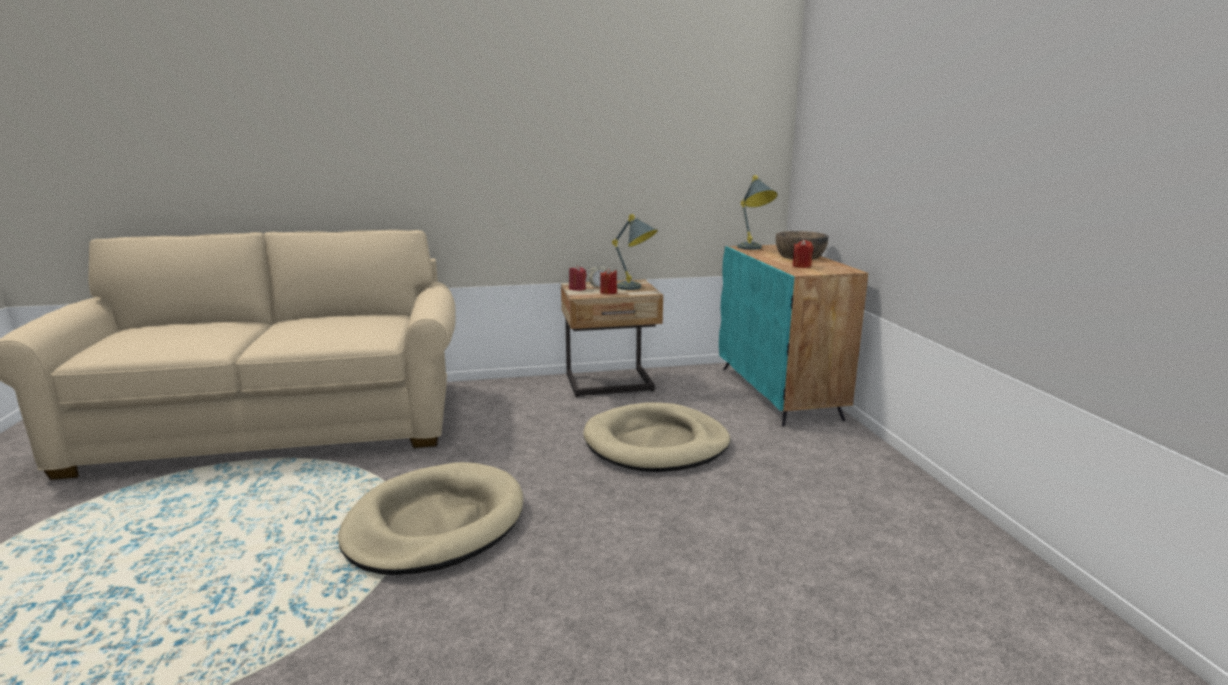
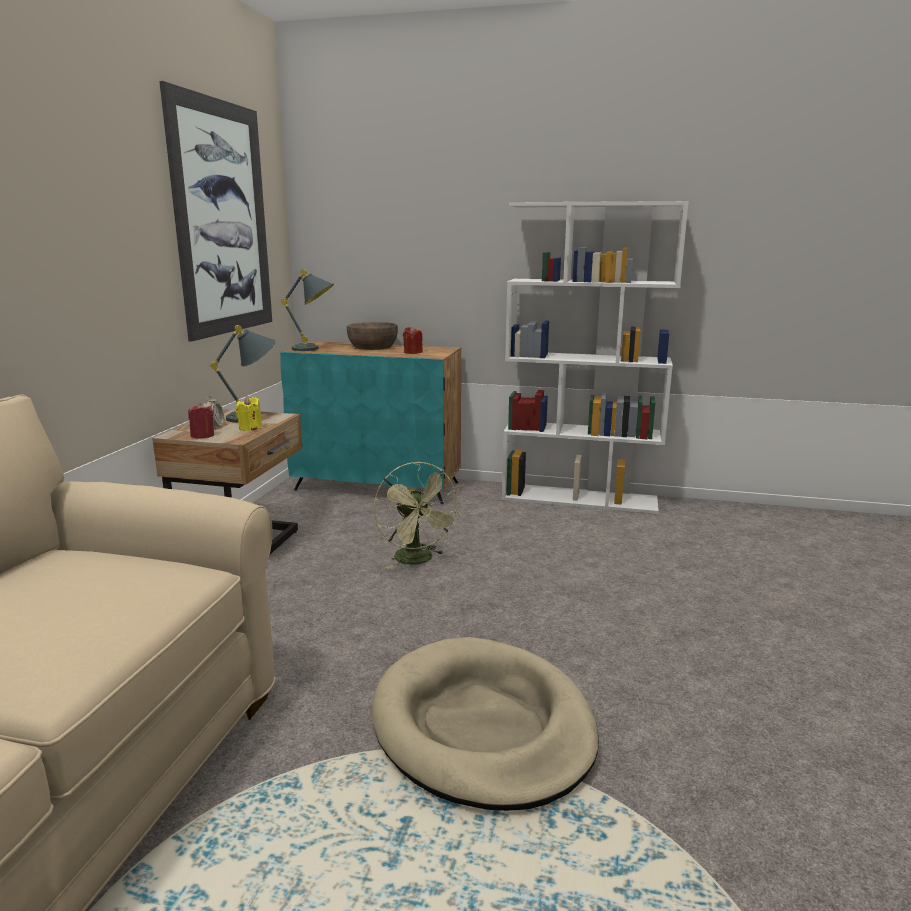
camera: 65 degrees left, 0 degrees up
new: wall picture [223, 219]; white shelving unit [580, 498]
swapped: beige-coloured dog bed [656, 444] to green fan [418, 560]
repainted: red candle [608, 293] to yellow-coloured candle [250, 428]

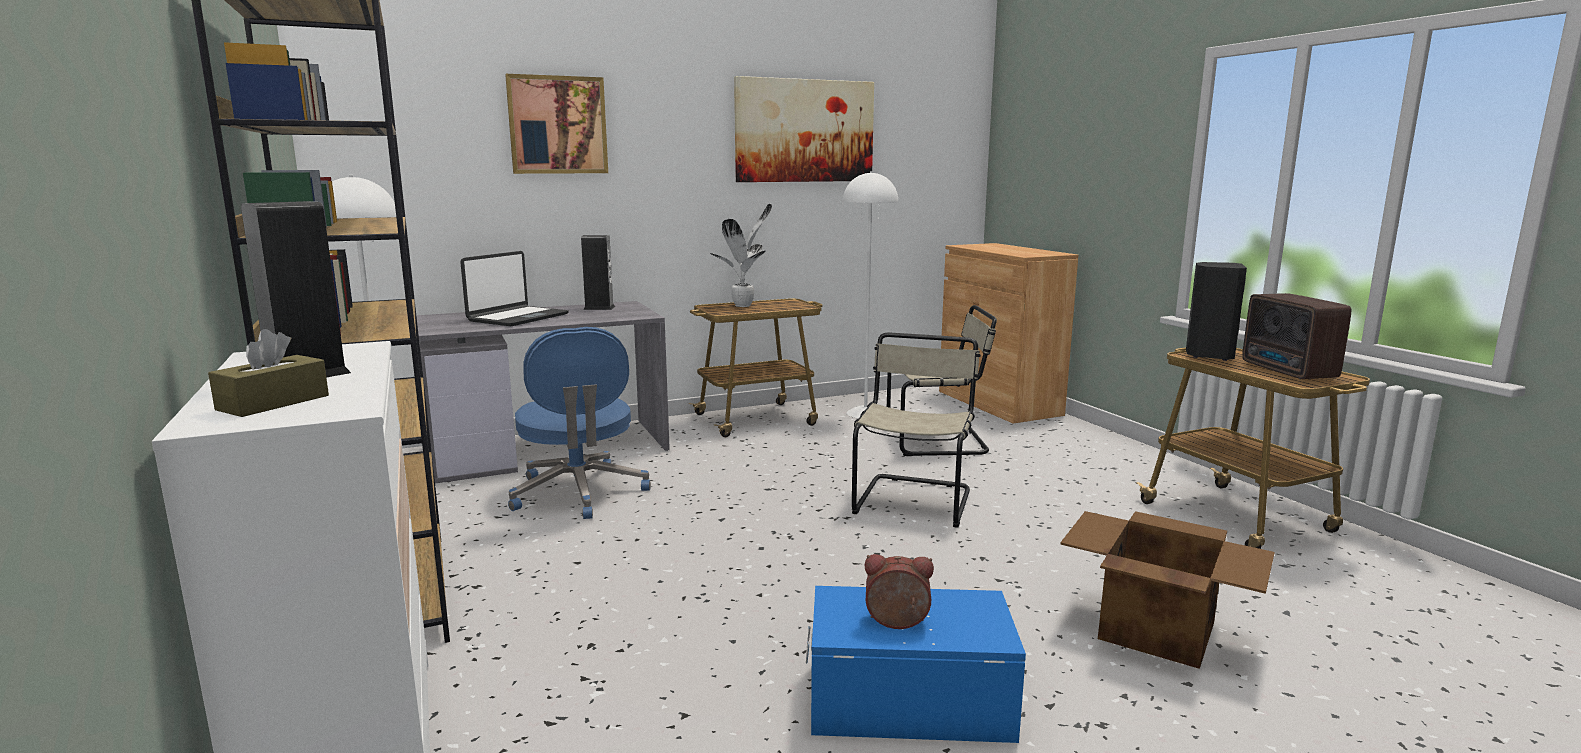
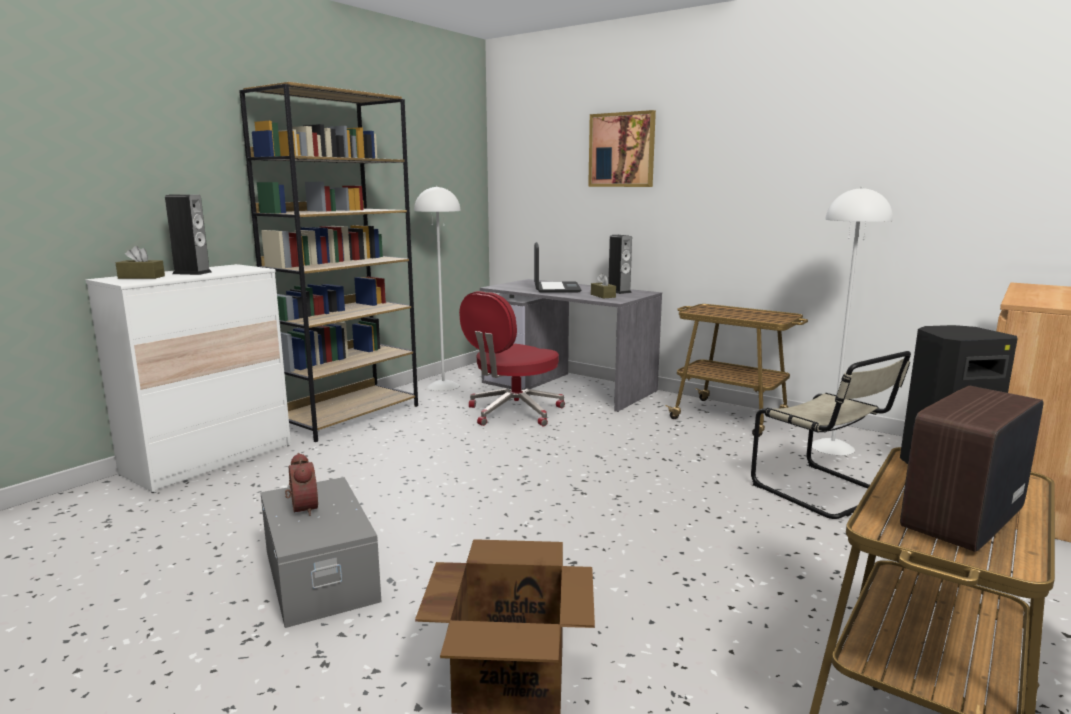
camera: 60 degrees right, 0 degrees up
gone: wall picture [804, 131]; potted plant [745, 305]; beige-coloured upright chair [914, 500]
new: brownish tissue box [603, 296]
repainted: bluish office chair [579, 493] to red office chair [513, 412]; bluish storage box [908, 699] to greyish storage box [322, 574]
rotated: laptop [517, 318] = [556, 288] 90 degrees counterclockwise

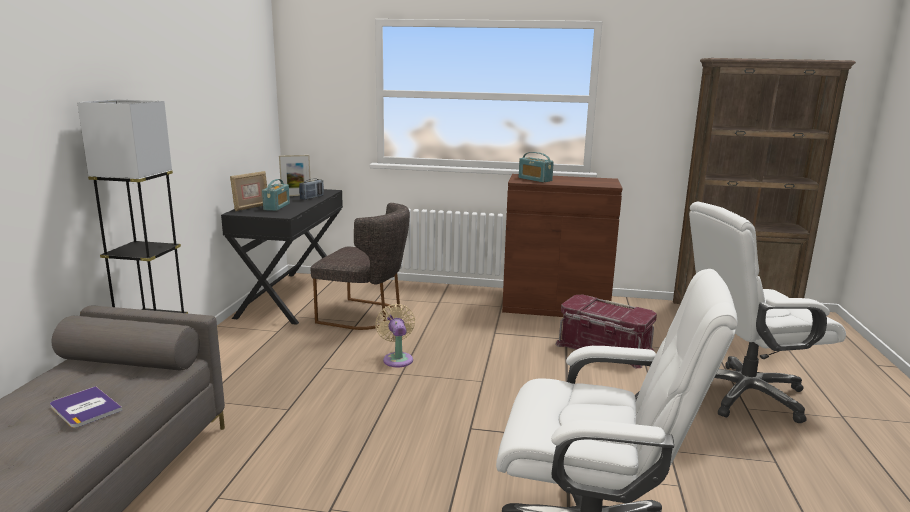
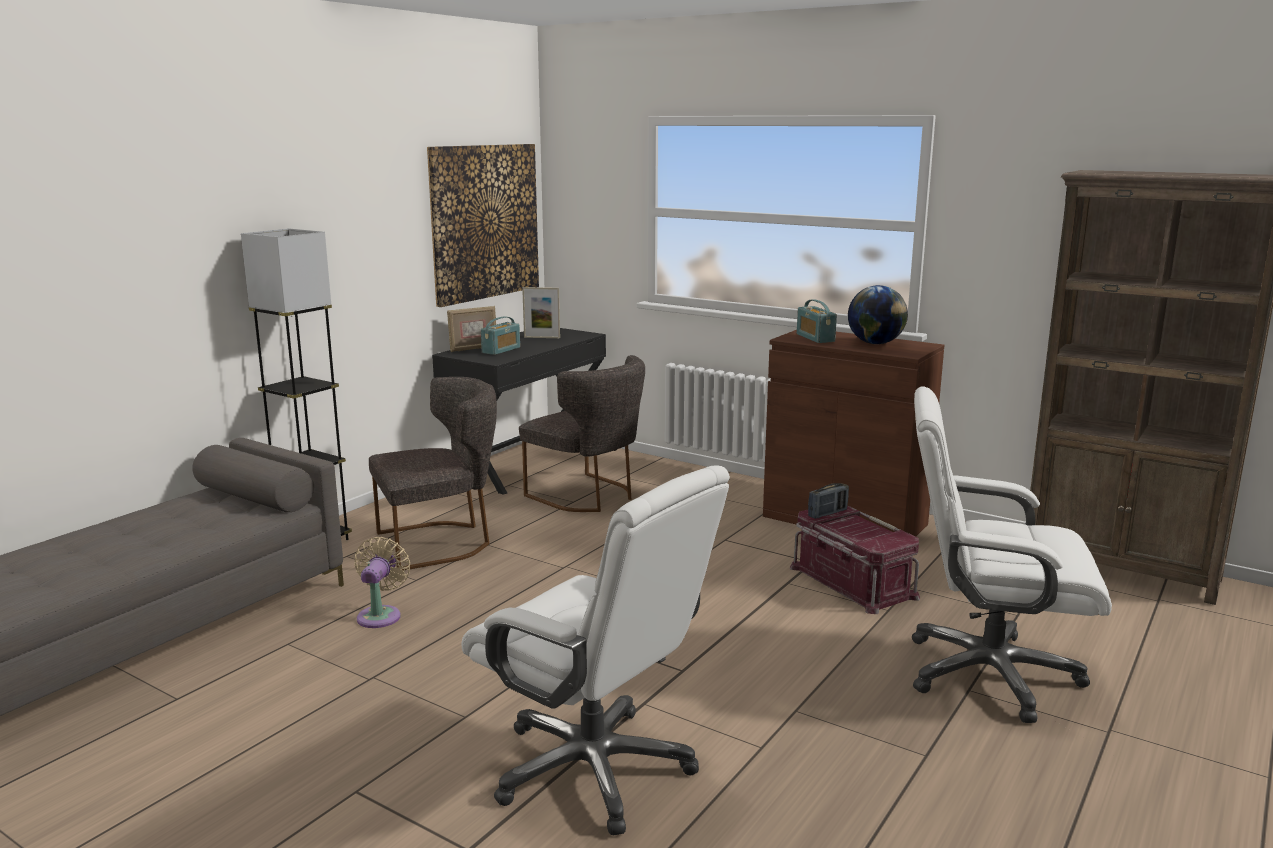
camera: 25 degrees right, 0 degrees up
gone: bound book [85, 408]
new: wall picture [485, 222]; desk globe [875, 343]; greyish upright chair [440, 542]
shifted: radio set [312, 197] to [827, 513]; beige-coloured fan [397, 358] to [381, 615]

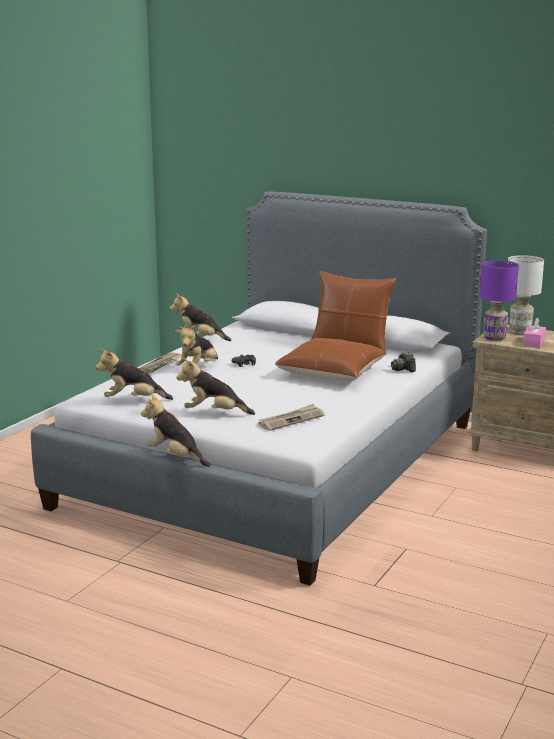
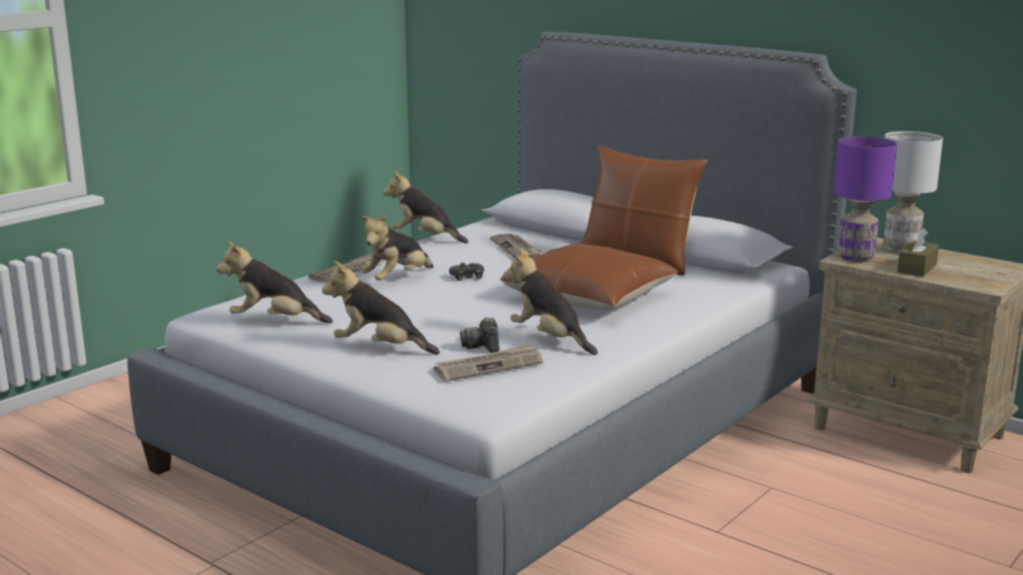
camera: 10 degrees right, 0 degrees up
new: daily paper [517, 249]
shifted: photo camera [403, 369] to [482, 346]; cuddly toy [175, 457] to [549, 339]
repainted: pink-coloured tissue box [534, 343] to brownish tissue box [917, 268]

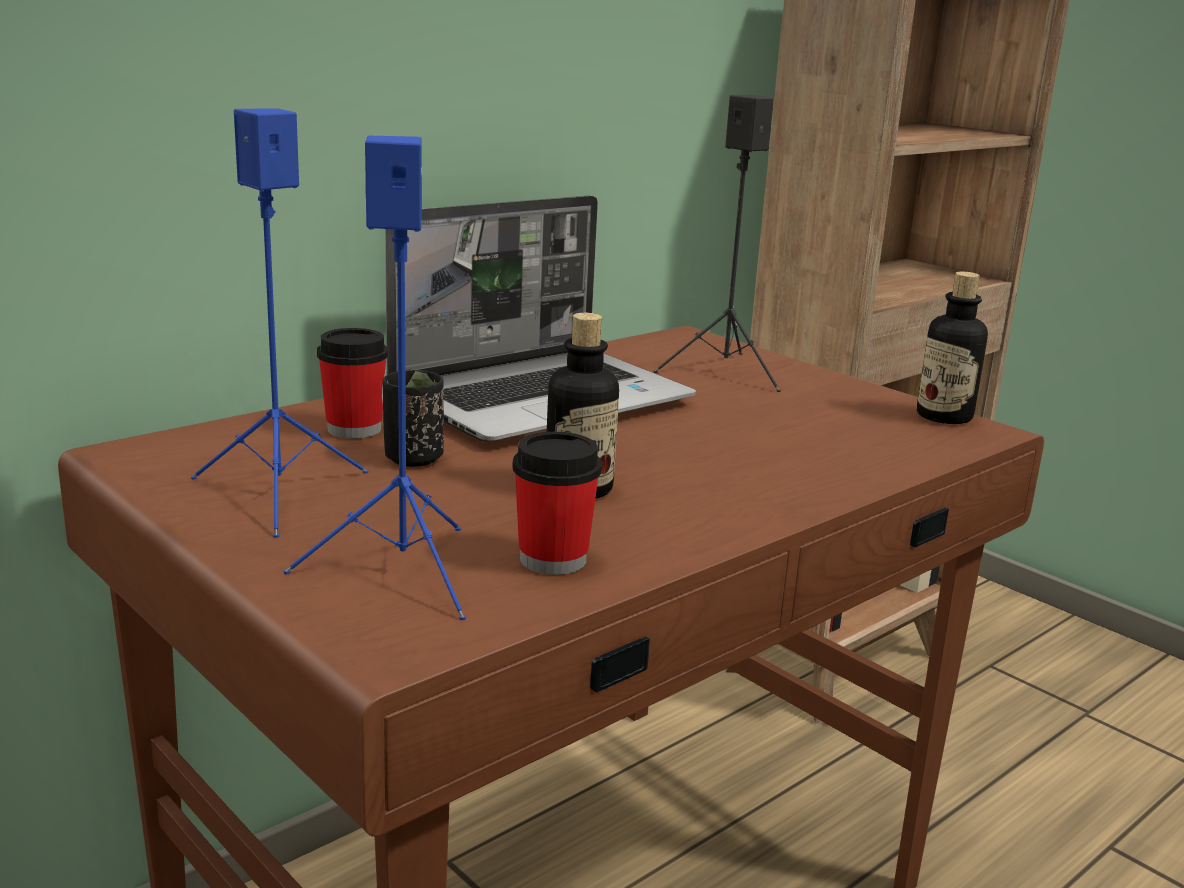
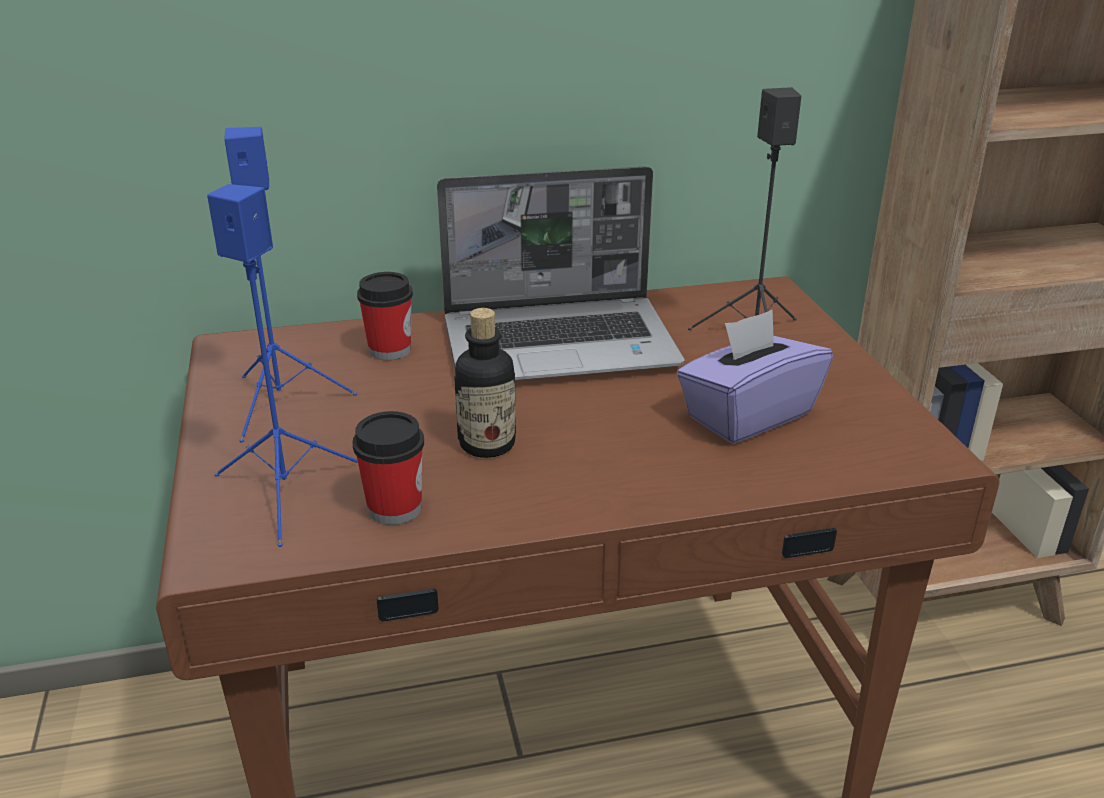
camera: 30 degrees right, 10 degrees up
gone: bottle [944, 416]; blackish cup [413, 458]
new: purplish tissue box [747, 415]

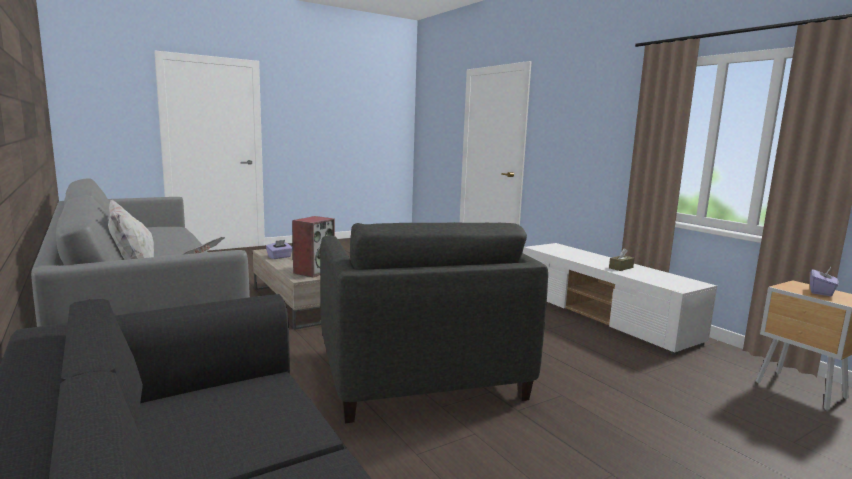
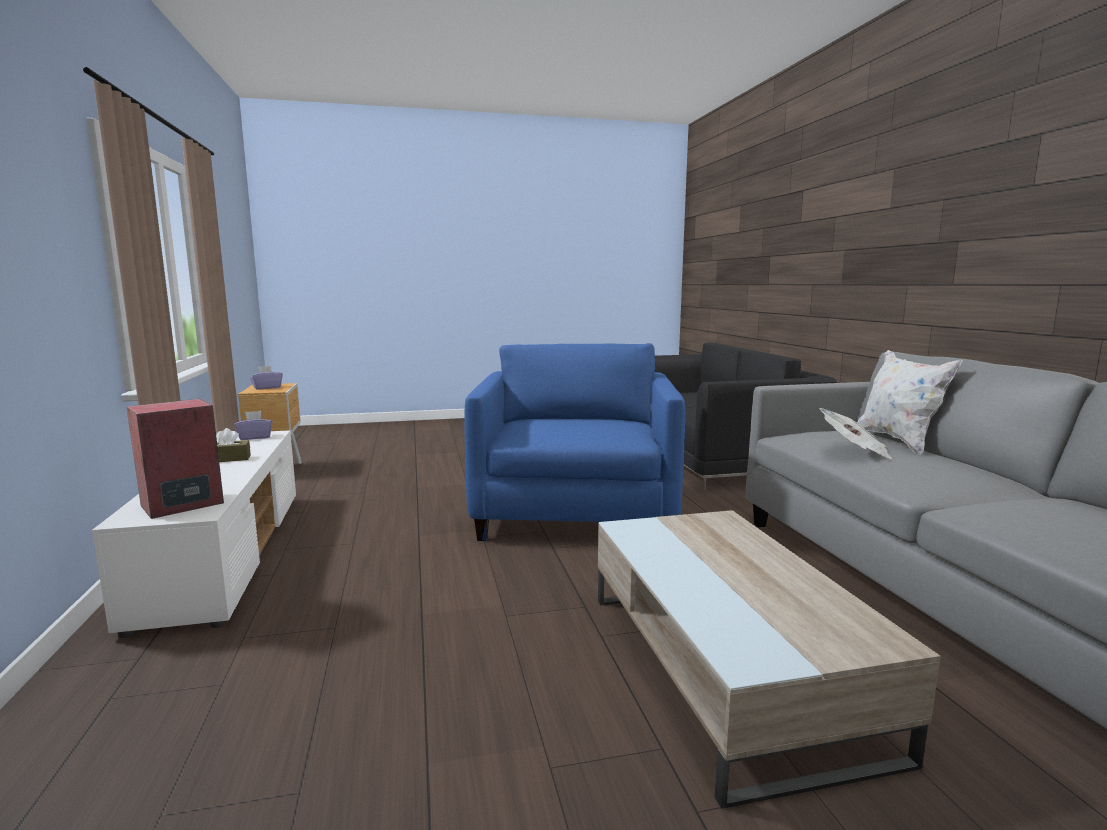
camera: 160 degrees left, 0 degrees up
shifted: audio speaker [314, 271] to [181, 505]; purplish tissue box [279, 257] to [255, 437]
repainted: greyish easy chair [419, 373] to bluish easy chair [575, 513]

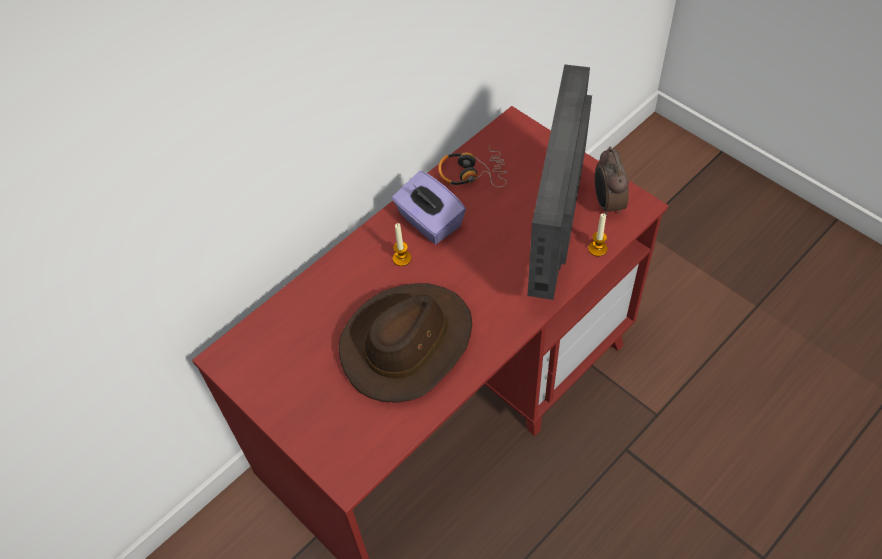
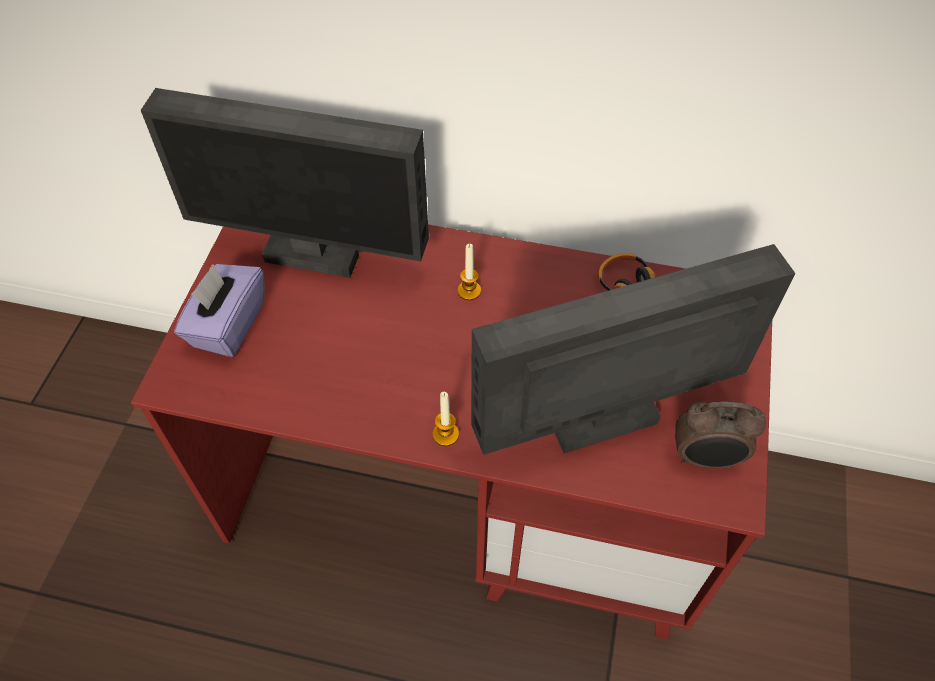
camera: 55 degrees right, 0 degrees up
gone: brownish clothing hat [407, 343]
new: monitor [313, 256]
shifted: purplish tissue box [429, 222] to [228, 325]; candle [597, 249] to [445, 434]
rotated: table clock [607, 204] = [706, 459] 135 degrees counterclockwise

